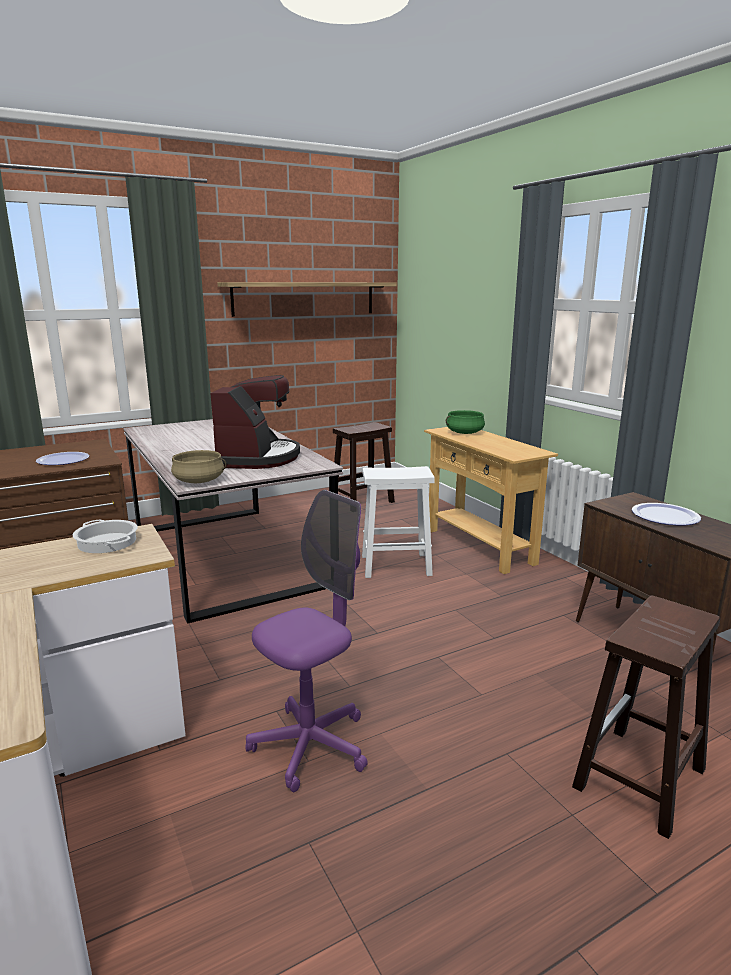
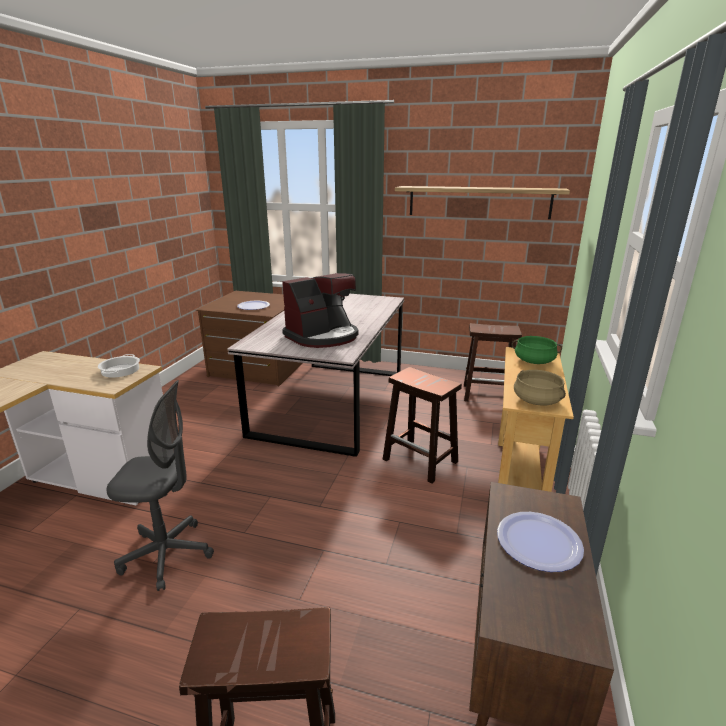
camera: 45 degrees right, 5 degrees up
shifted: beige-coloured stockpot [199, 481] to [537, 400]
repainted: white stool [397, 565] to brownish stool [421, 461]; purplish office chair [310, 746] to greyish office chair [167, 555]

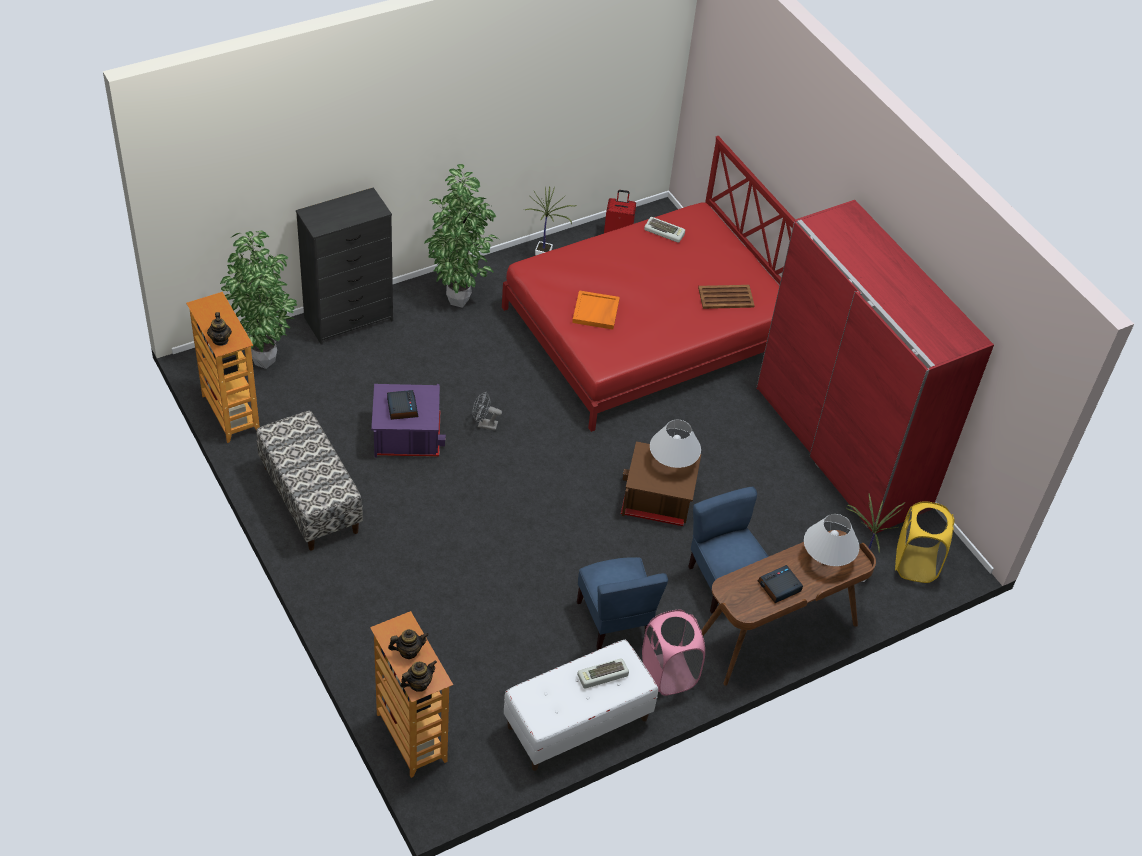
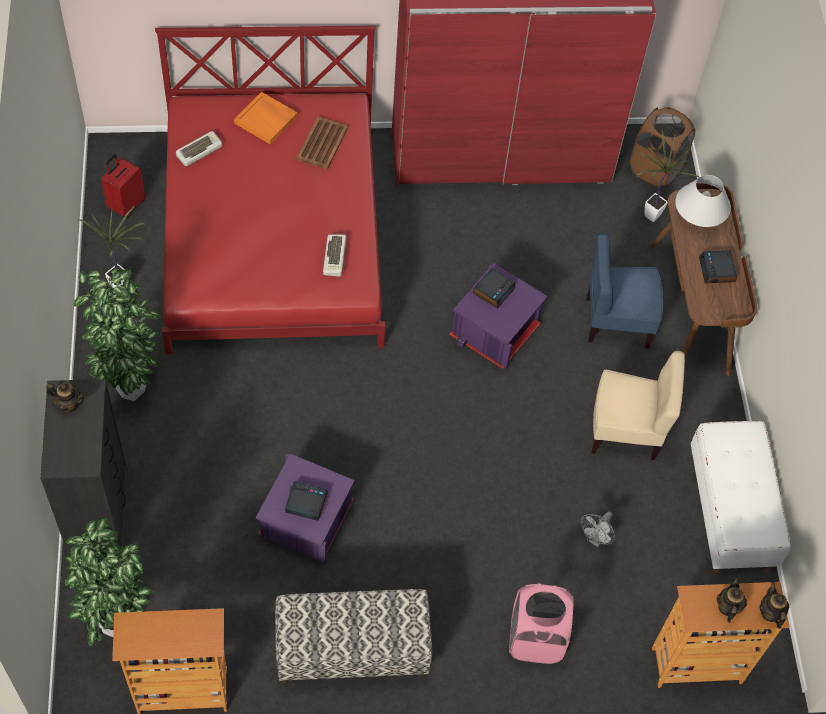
camera: 65 degrees left, 10 degrees up
shifted: orangey serving tray [596, 312] to [266, 119]; tea pot [220, 340] to [69, 404]; greyish fan [484, 425] to [595, 538]; pink-coloured washing basket [669, 674] to [535, 639]; keyboard [602, 676] to [335, 258]
swapped: white tabletop lamp [673, 461] to table clock [493, 290]
repainted: brownish storage box [658, 499] to purplish storage box [496, 329]; yellow-coloured washing basket [915, 564] to brownish washing basket [655, 169]; bluish upright chair [614, 620] to beige-coloured upright chair [625, 431]

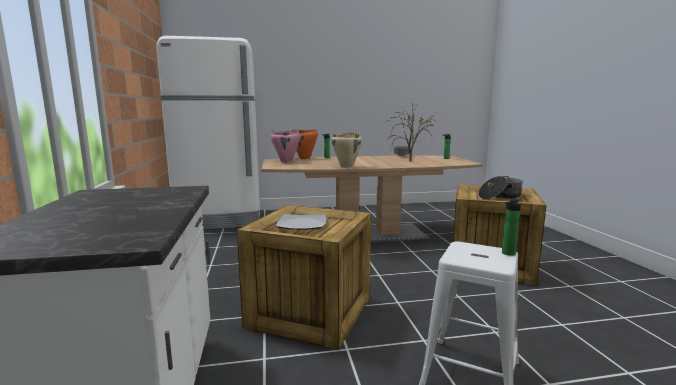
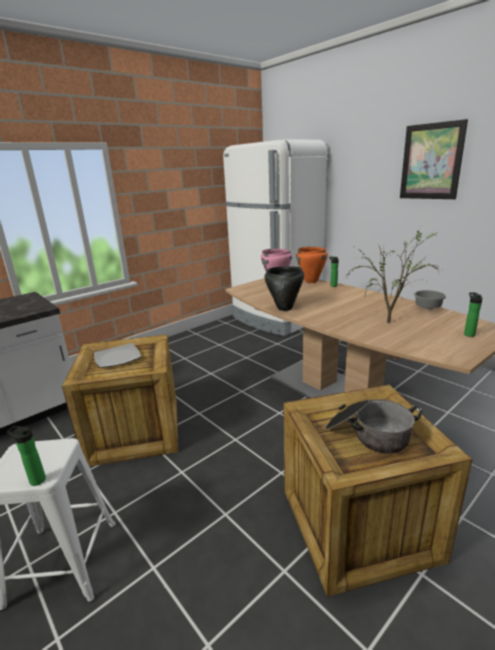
camera: 60 degrees right, 10 degrees up
new: wall picture [431, 162]
repainted: beige-coloured stockpot [347, 166] to blackish stockpot [285, 308]

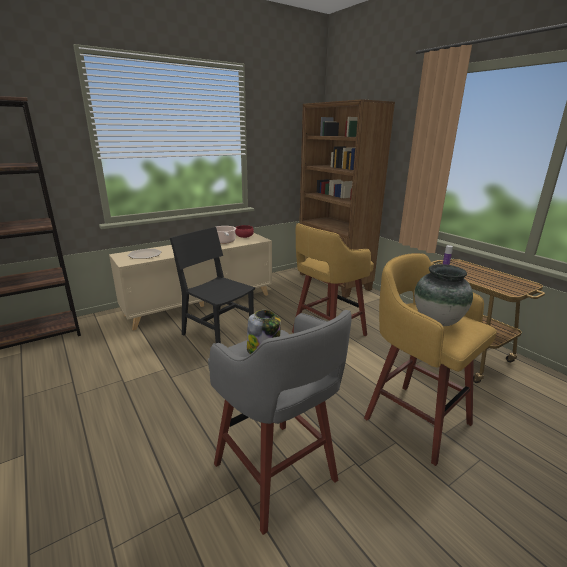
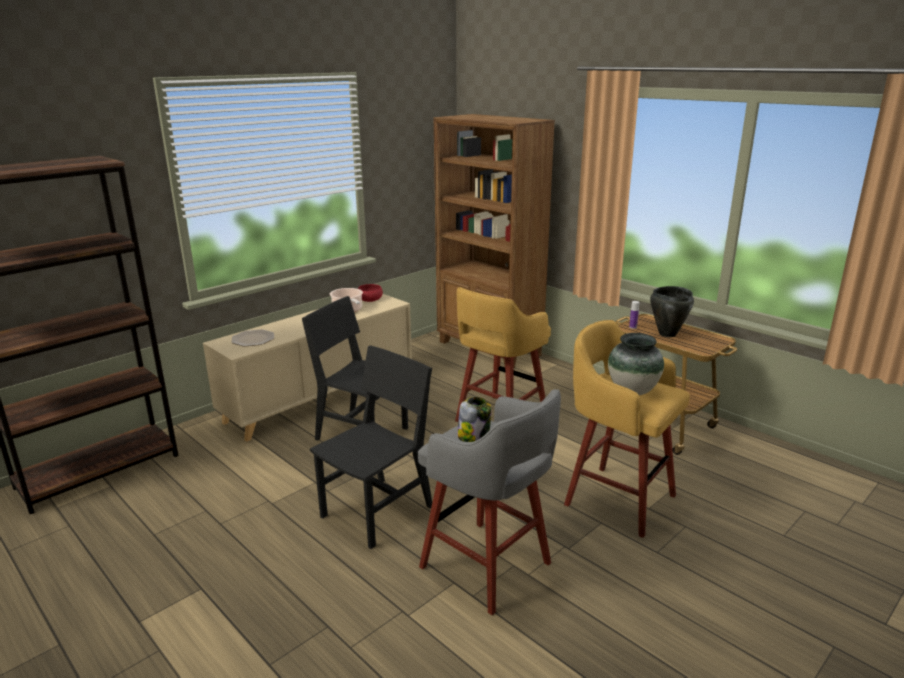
camera: 10 degrees left, 0 degrees up
new: blackish stockpot [667, 334]; blackish upright chair [377, 511]

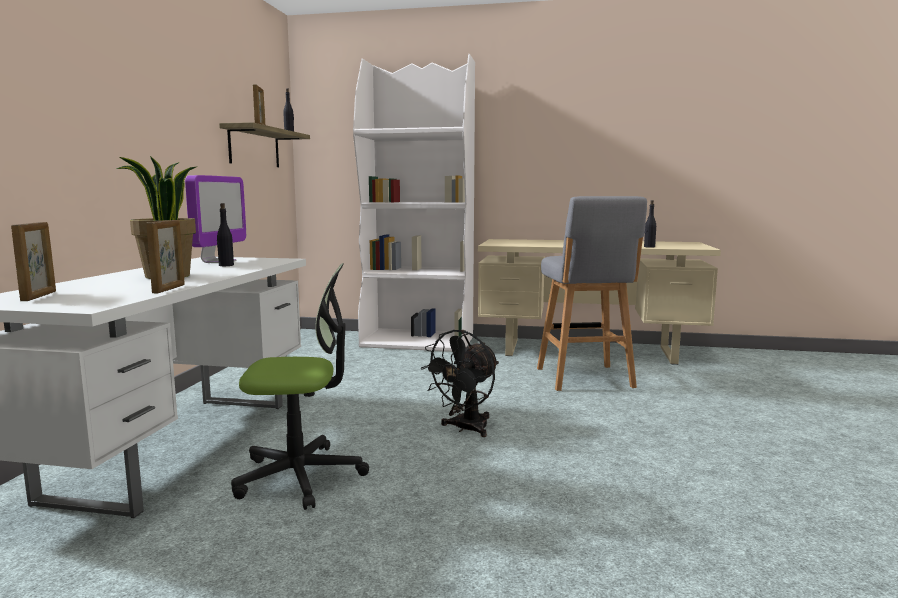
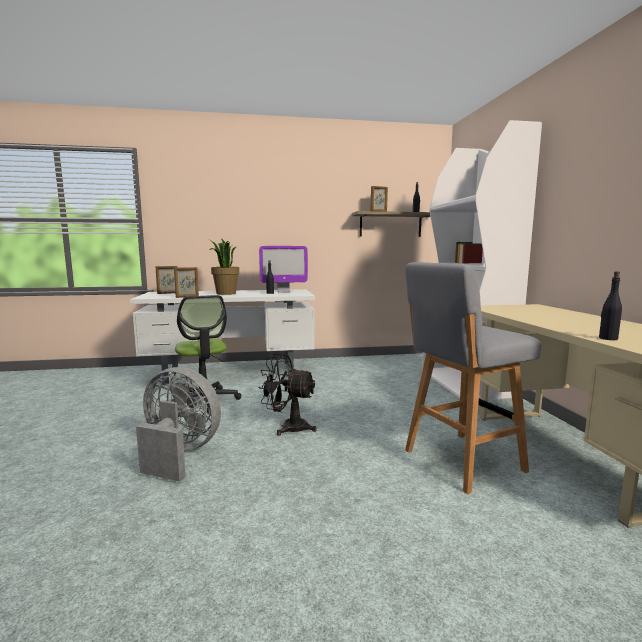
camera: 70 degrees right, 0 degrees up
new: greyish fan [179, 454]

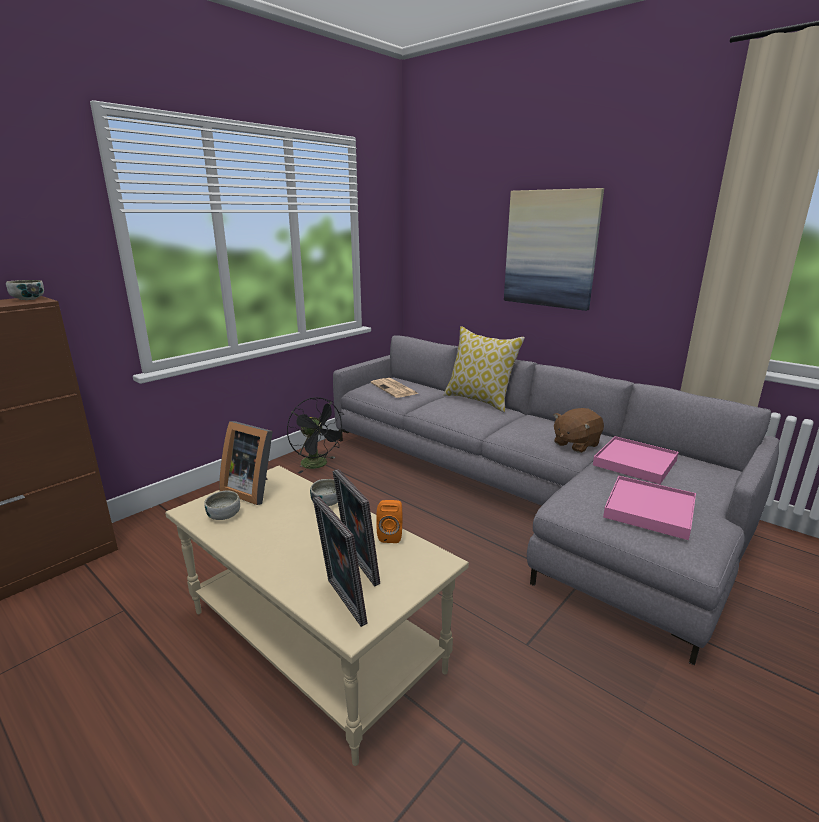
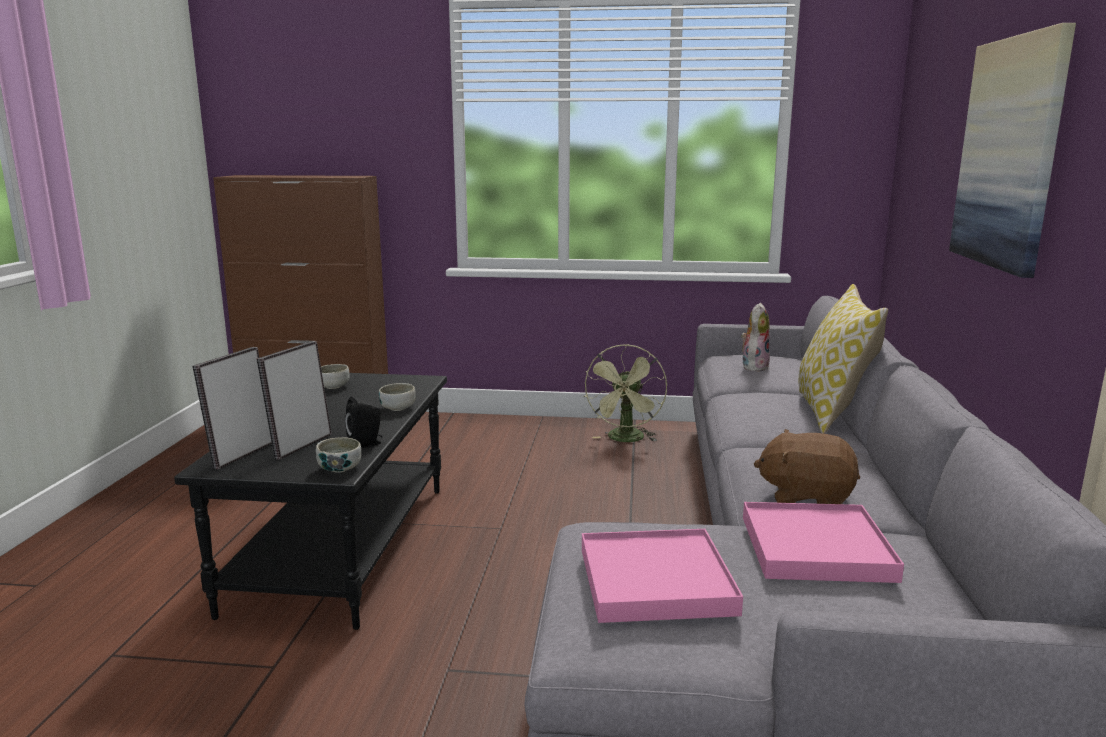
camera: 55 degrees right, 5 degrees down
gone: standing frame [252, 490]
shifted: deep dish [28, 299] to [340, 468]
swapped: daily paper [394, 389] to cuddly toy [753, 367]
repainted: blackish fan [318, 465] to green fan [626, 440]; beige-coloured low table [316, 640] to blackish low table [345, 547]; orangey audio speaker [391, 535] to blackish audio speaker [367, 444]

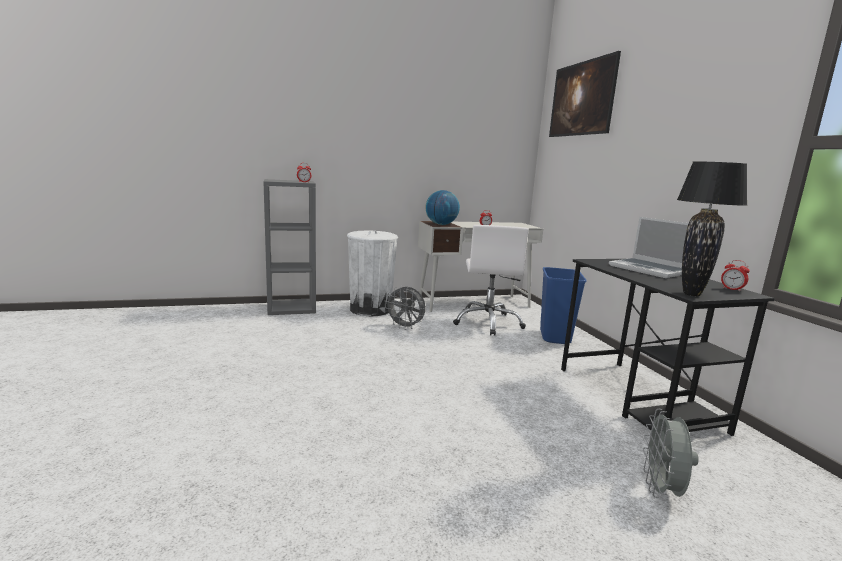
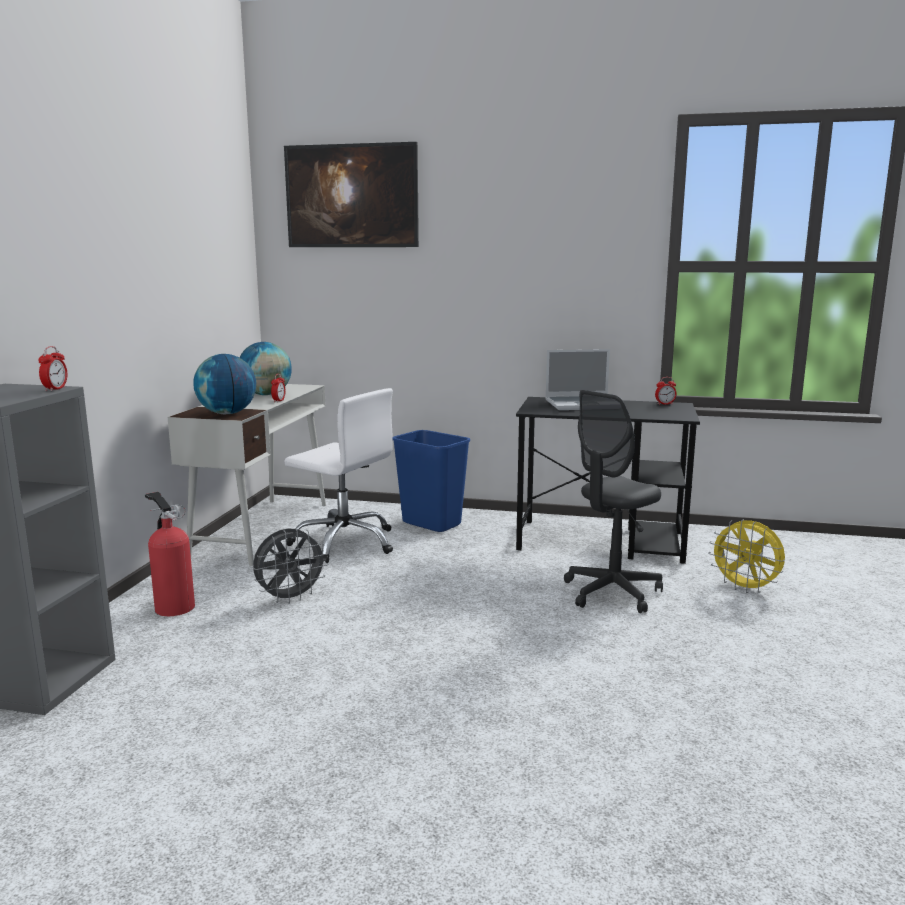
camera: 60 degrees left, 0 degrees up
gone: blackish tabletop lamp [691, 294]
new: desk globe [266, 394]; greyish office chair [612, 593]
swapped: white rubbish bin [370, 309] to fire extinguisher [173, 606]
repainted: greyish fan [661, 490] to yellow-coloured fan [745, 588]

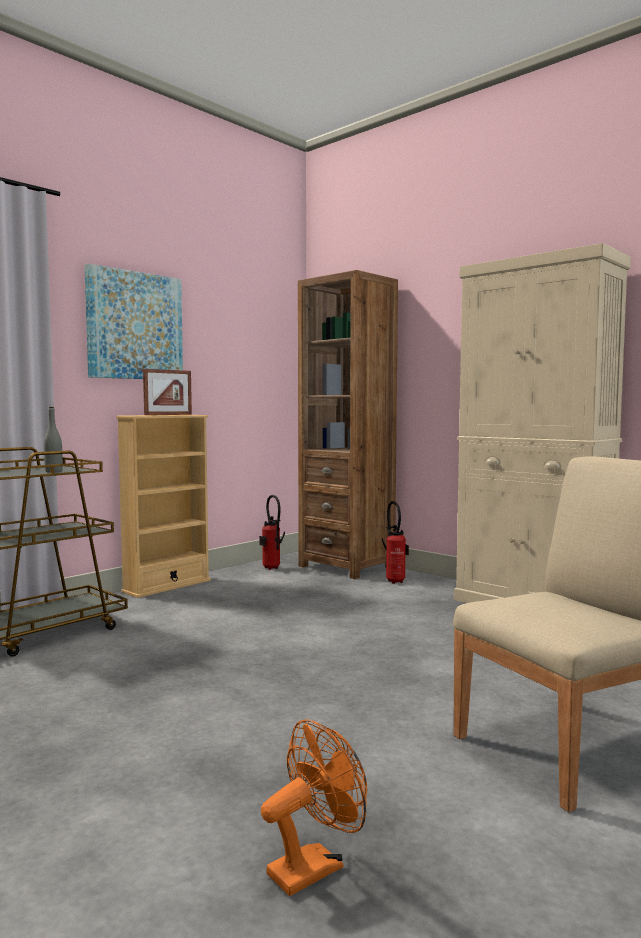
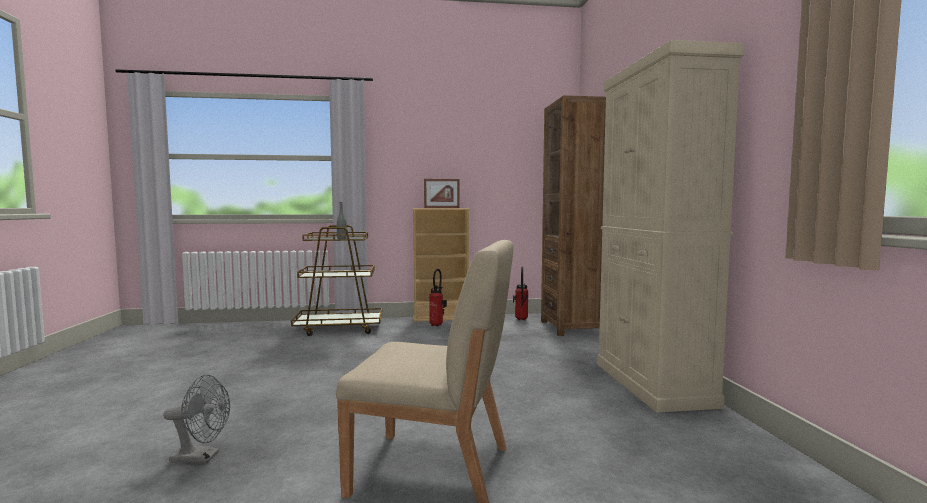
camera: 40 degrees right, 0 degrees up
gone: wall picture [135, 326]
shifted: fire extinguisher [395, 580] to [437, 324]
repainted: orangey fan [314, 866] to greyish fan [201, 457]

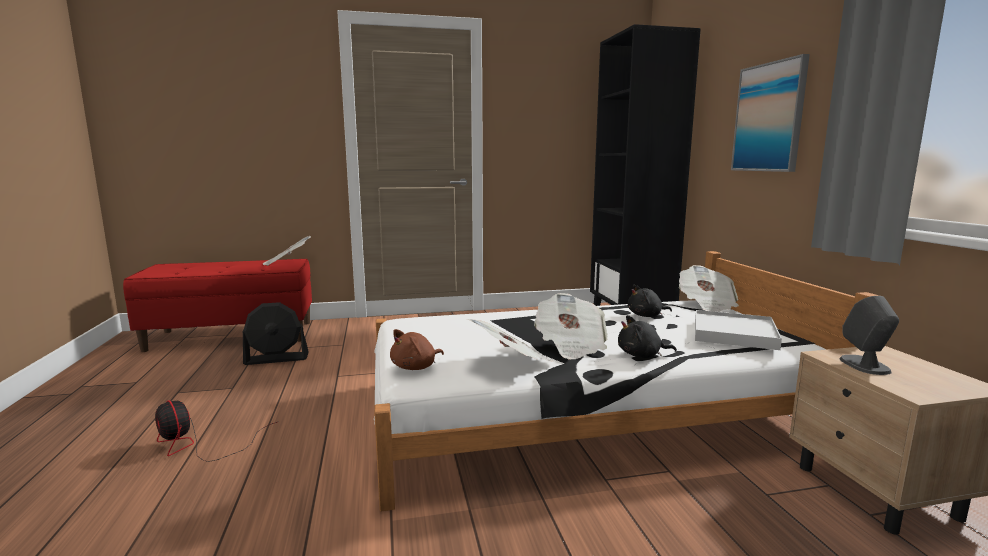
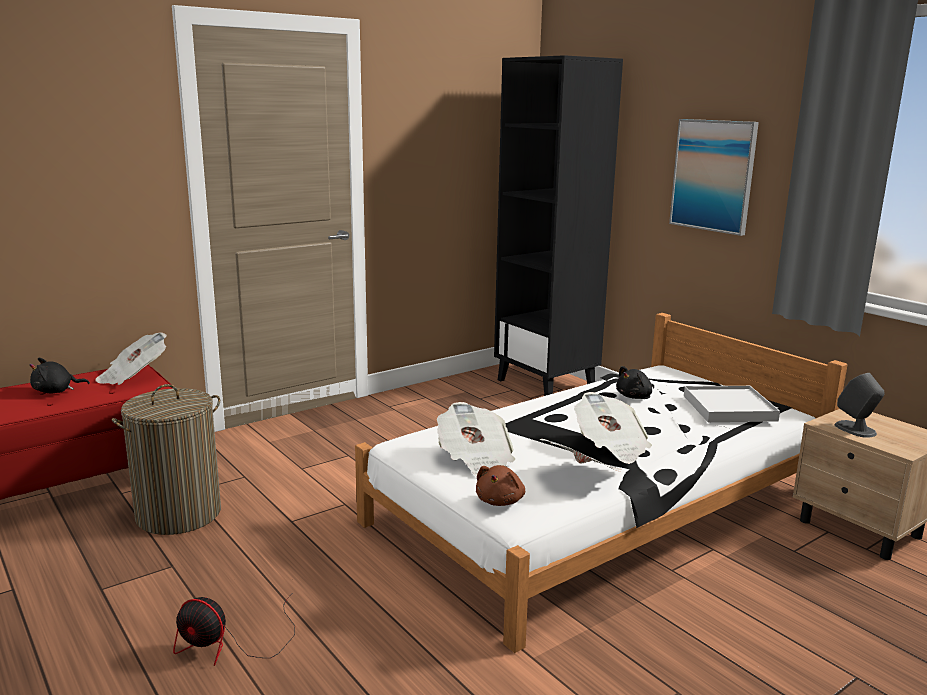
camera: 25 degrees left, 5 degrees up
shifted: daily paper [706, 304] to [475, 459]; blackish cuddly toy [642, 355] to [56, 391]
swapped: blackish fan [277, 359] to washing basket [179, 514]

